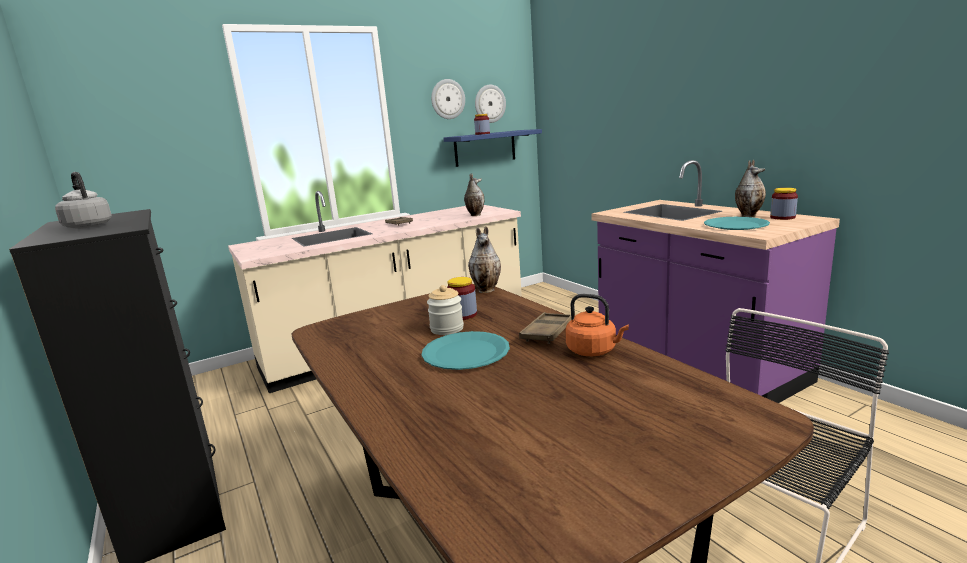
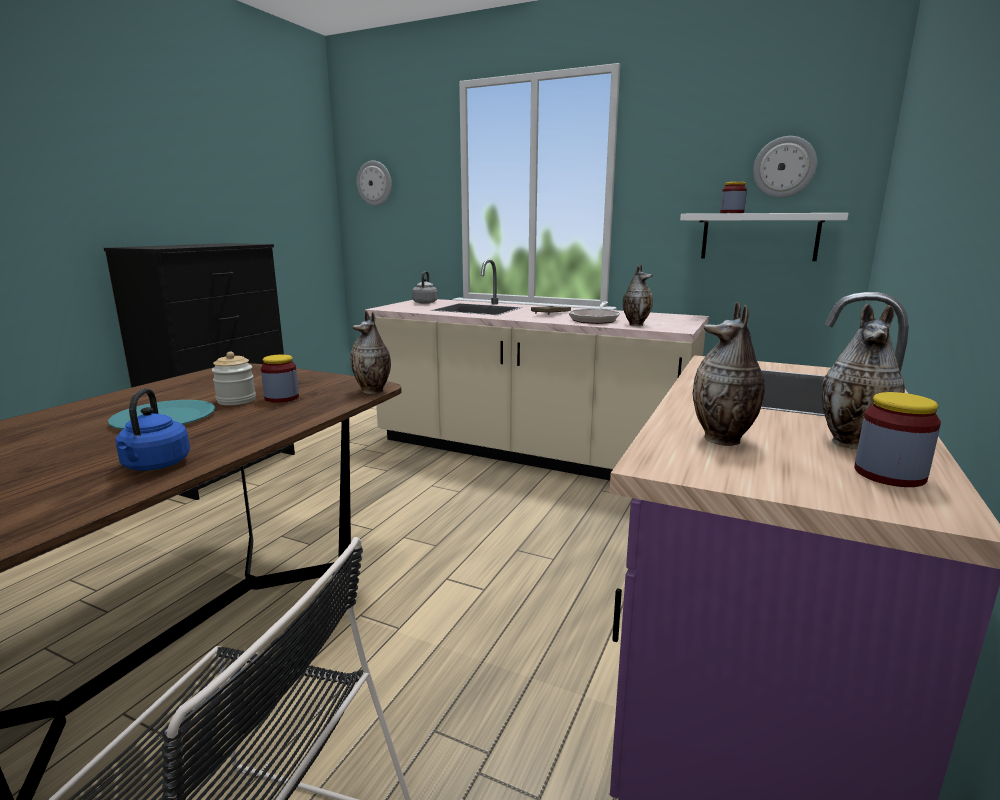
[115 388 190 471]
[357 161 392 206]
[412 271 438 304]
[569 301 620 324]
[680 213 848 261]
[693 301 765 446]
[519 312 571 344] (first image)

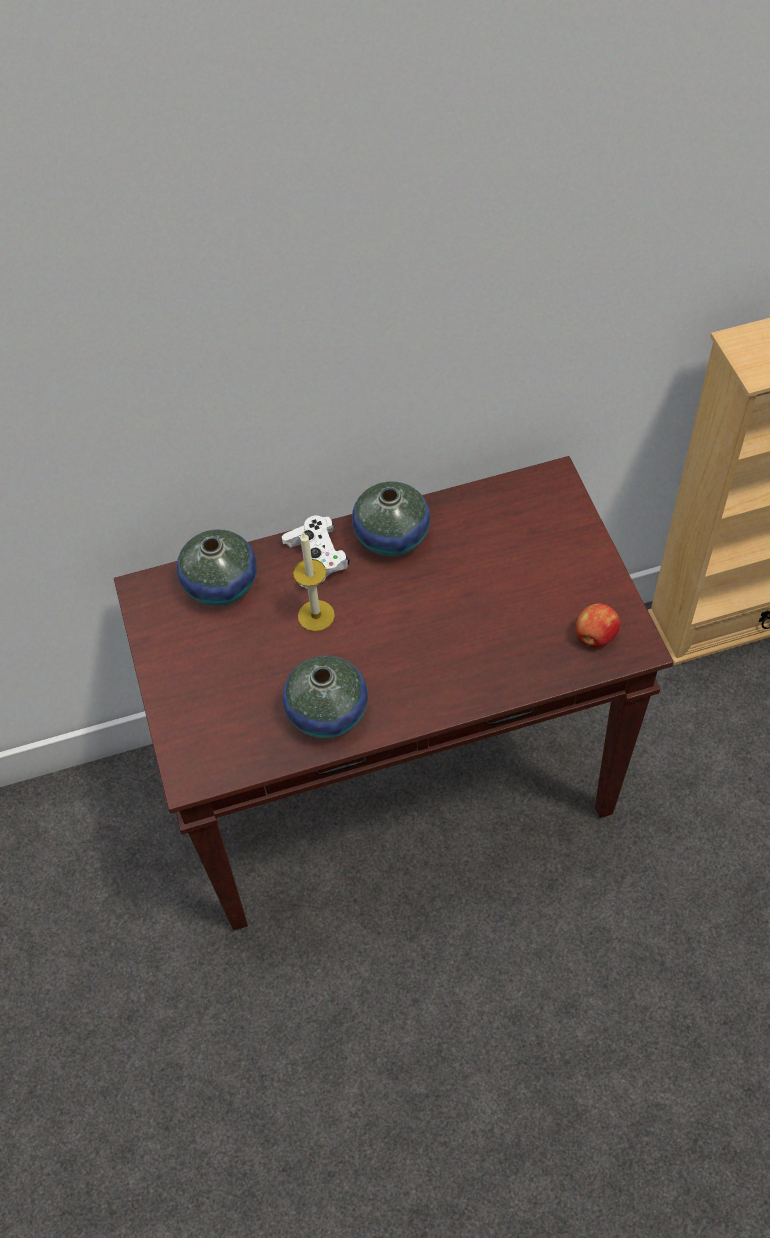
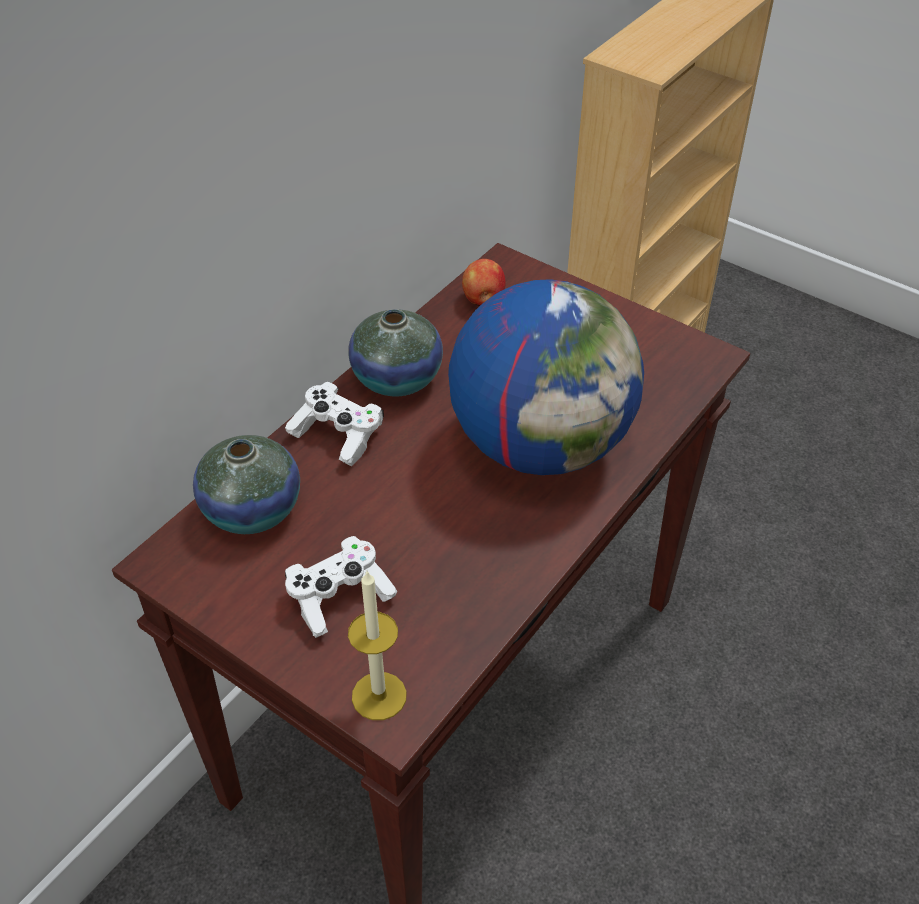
[285 536 397 638]
[348 570 407 720]
[448 279 644 475]
[462 259 506 306]
[282 655 368 738] (first image)

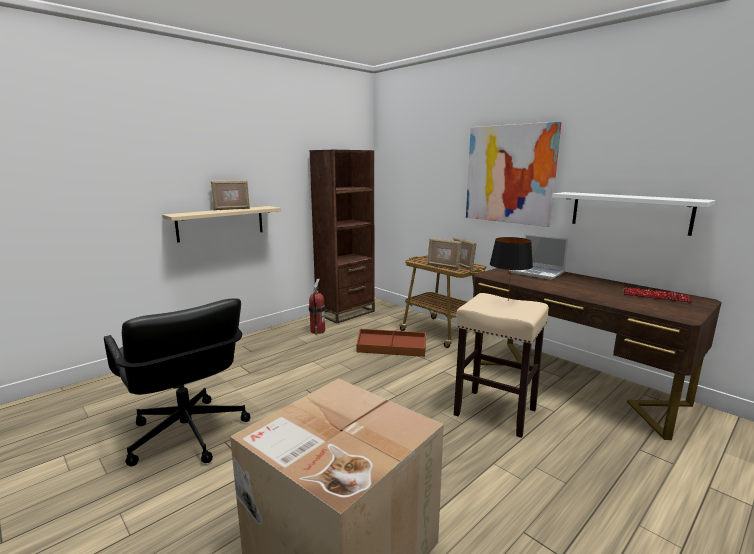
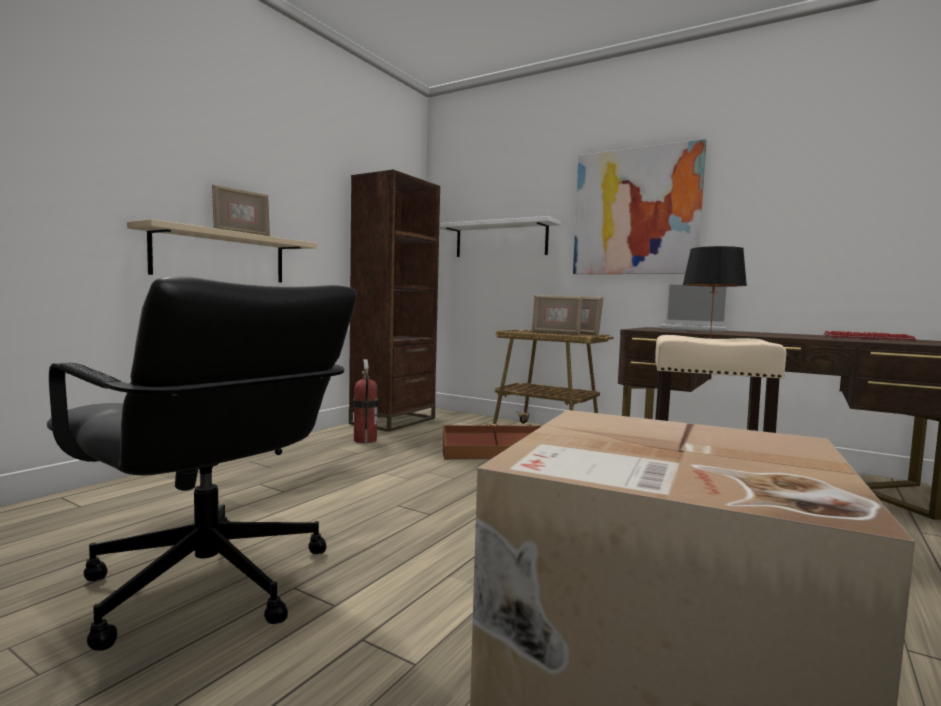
[439 216 561 257]

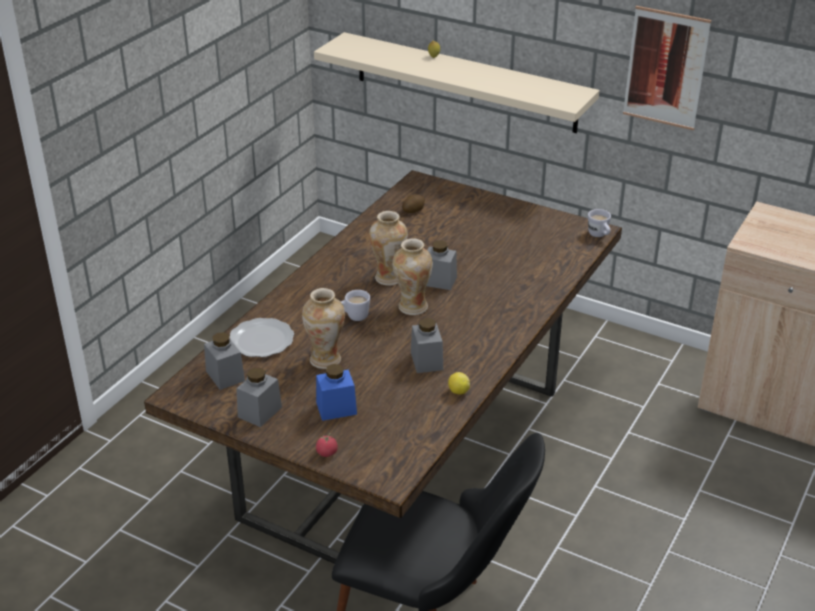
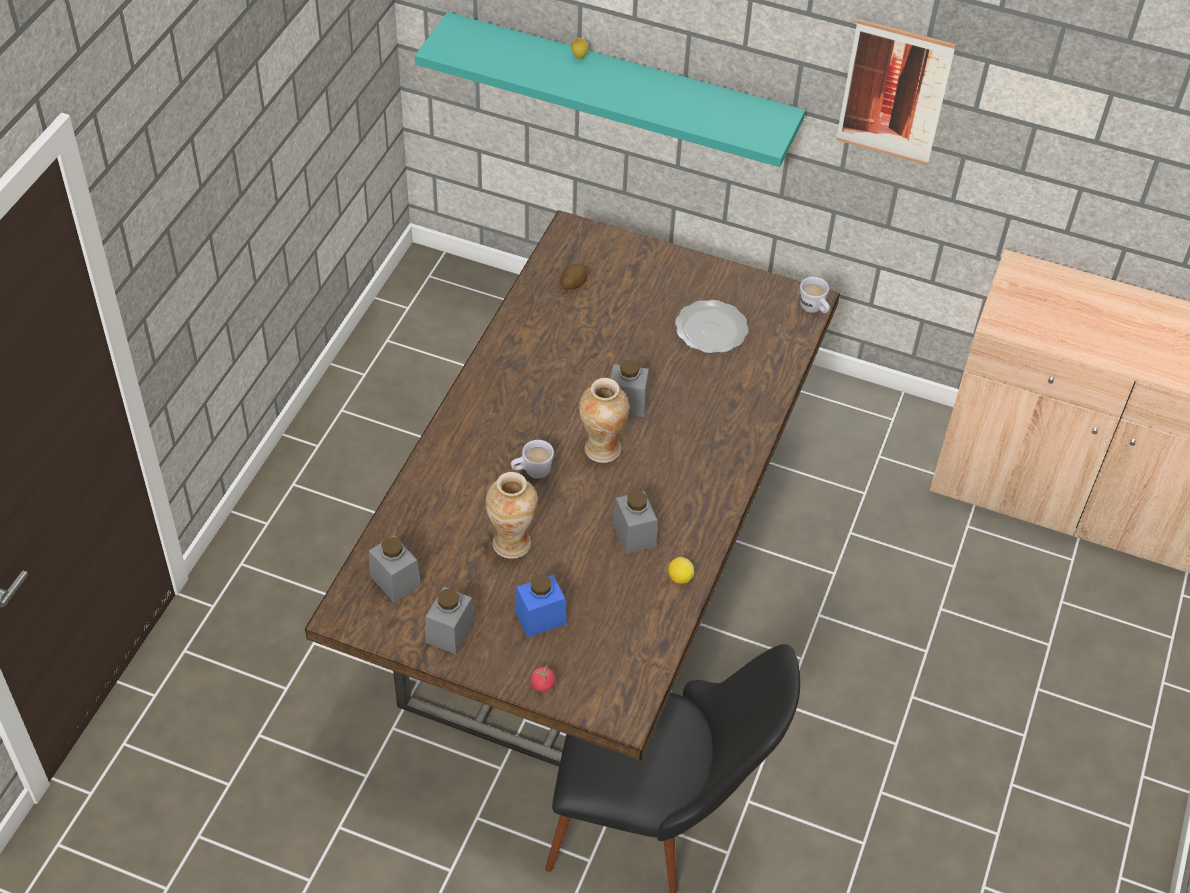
[415 12 805 167]
[675 300 749 353]
[369 211 408 286] (first image)

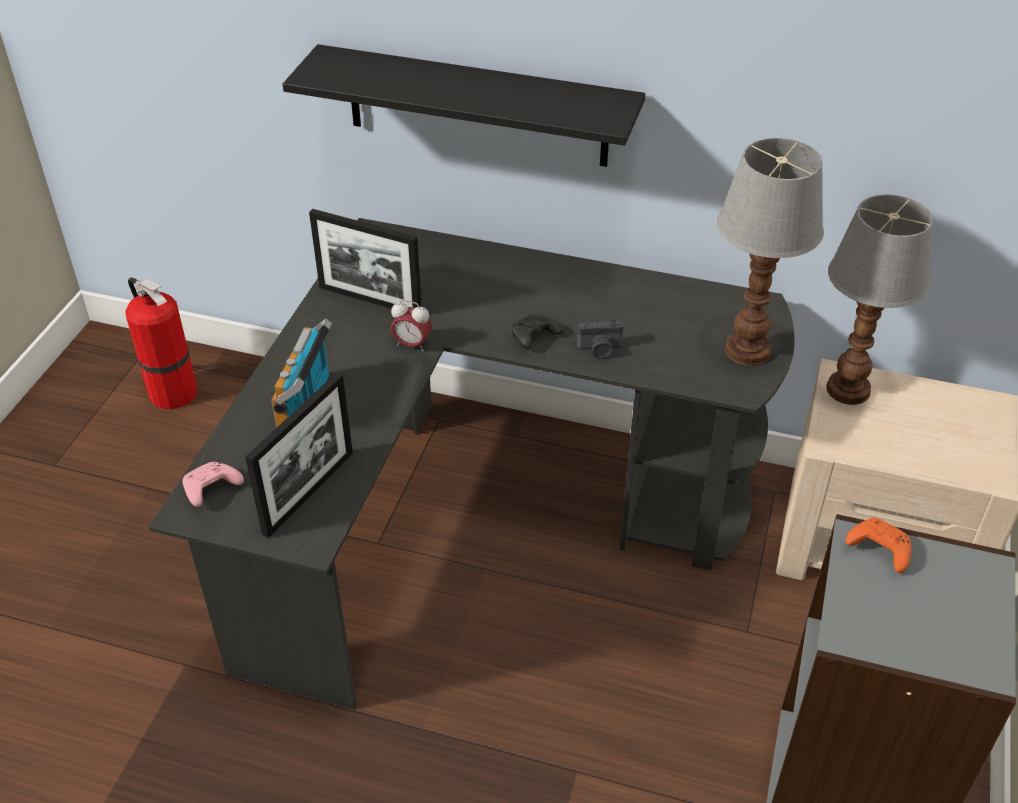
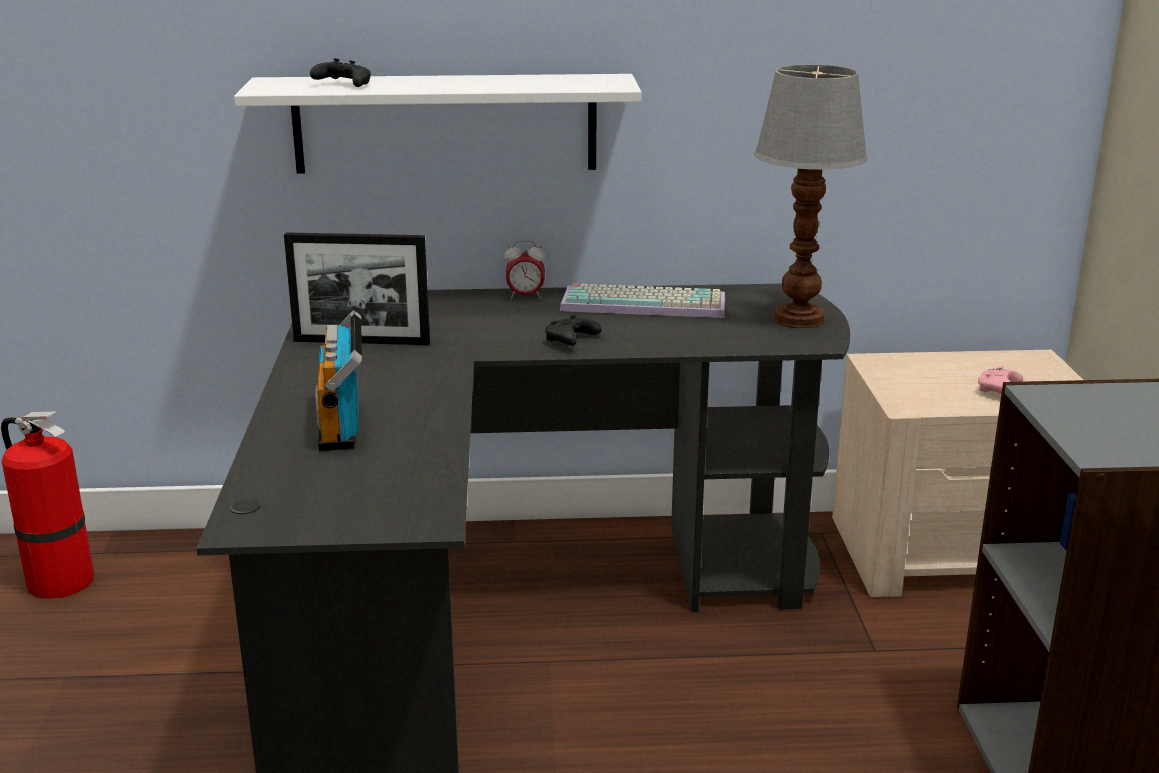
[234 74 642 174]
[310 58 371 87]
[504 240 546 299]
[560 283 725 318]
[978 366 1023 394]
[245 373 353 538] (first image)
[577 319 623 359] (first image)
[826 195 933 405] (first image)
[846 517 911 573] (first image)

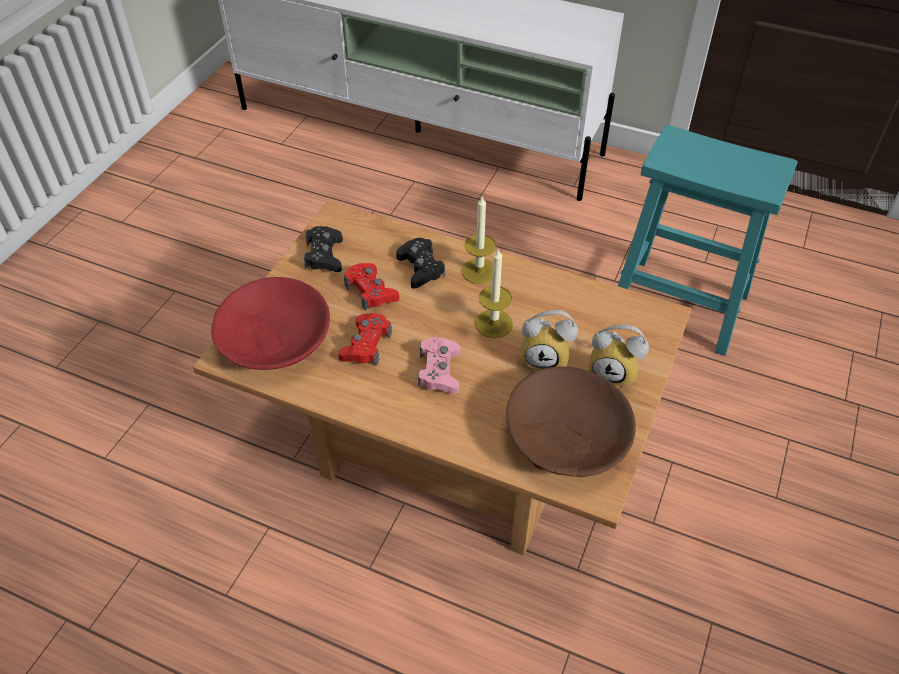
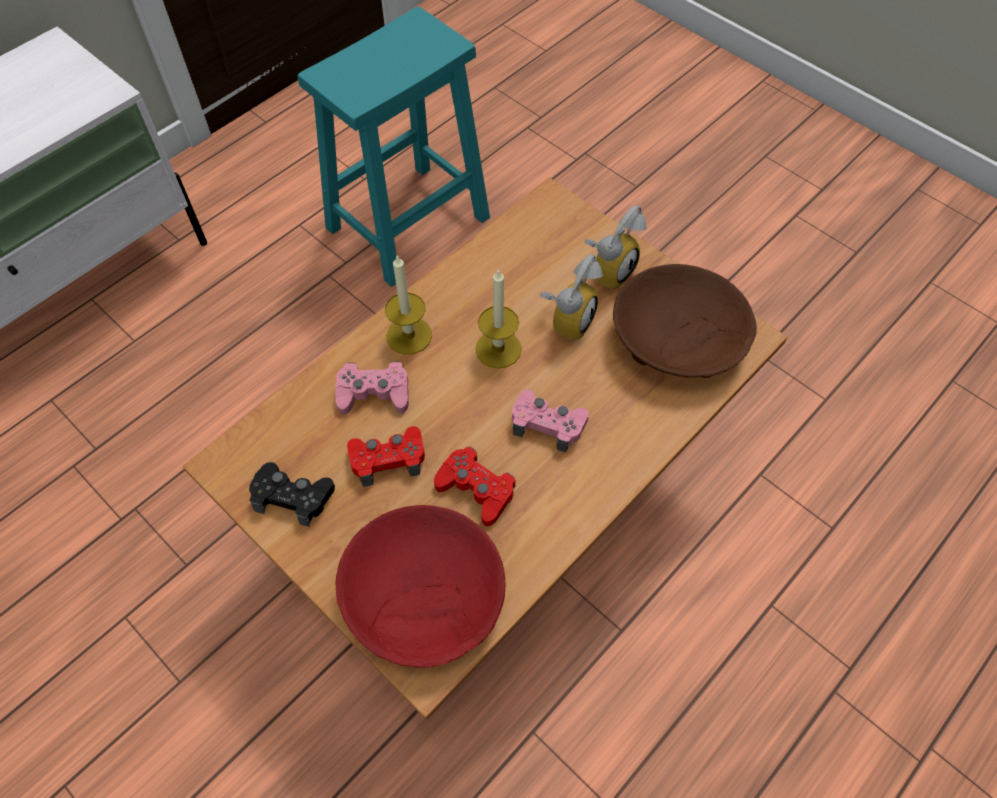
[335 362 409 415]

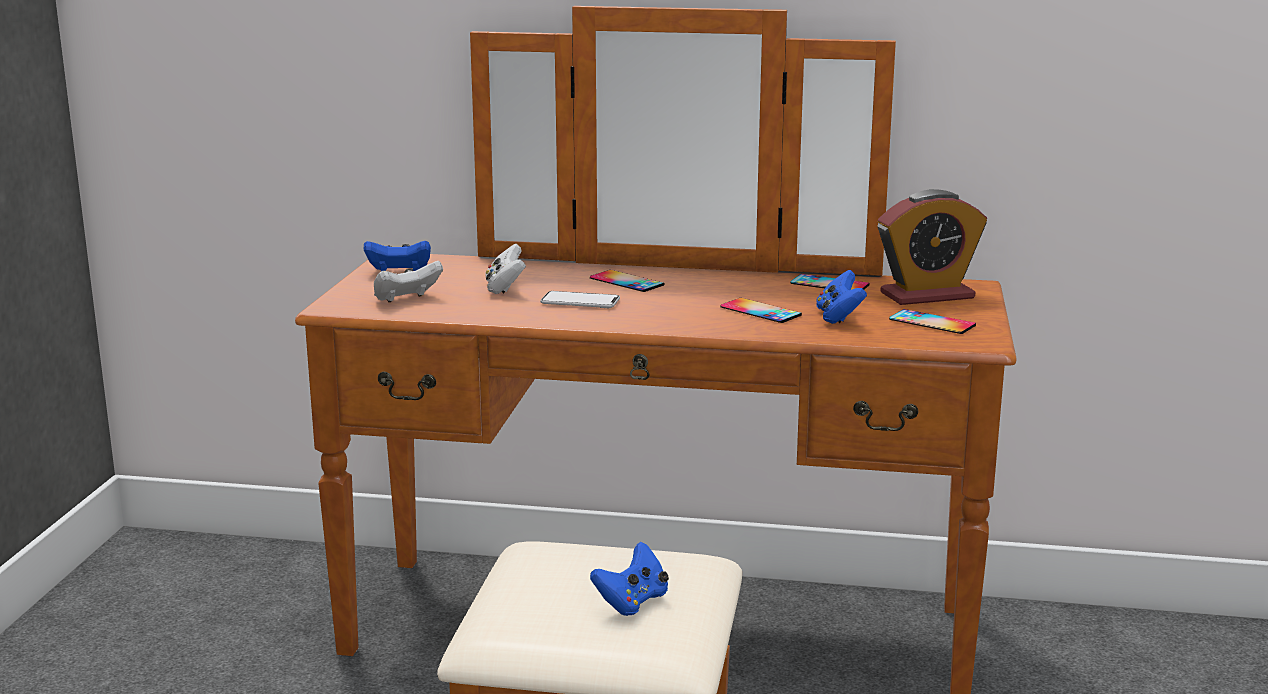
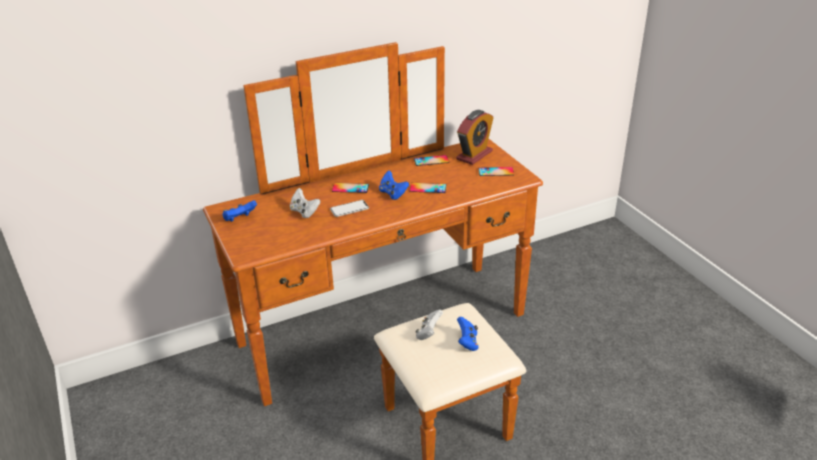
[379 170 409 200]
[415 310 443 340]

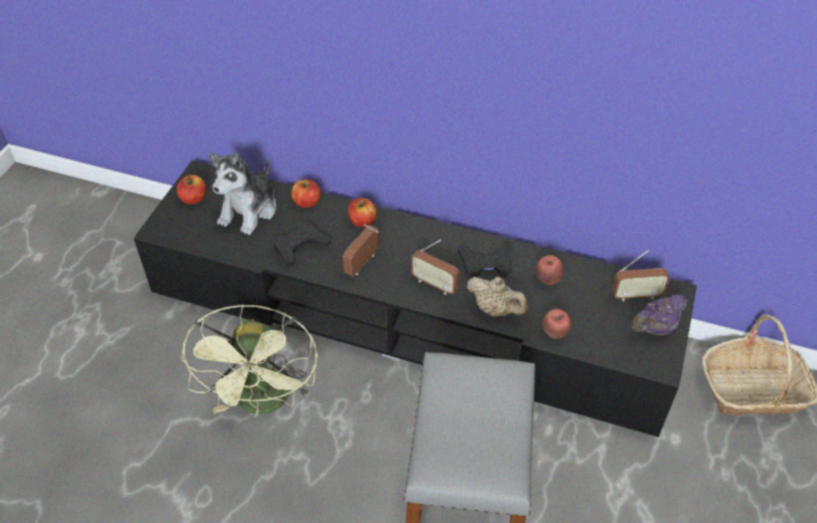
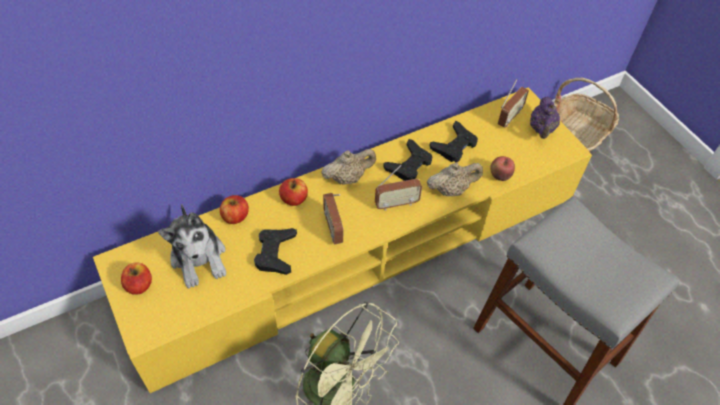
[93 87 592 393]
[321 149 376 185]
[429 121 478 163]

